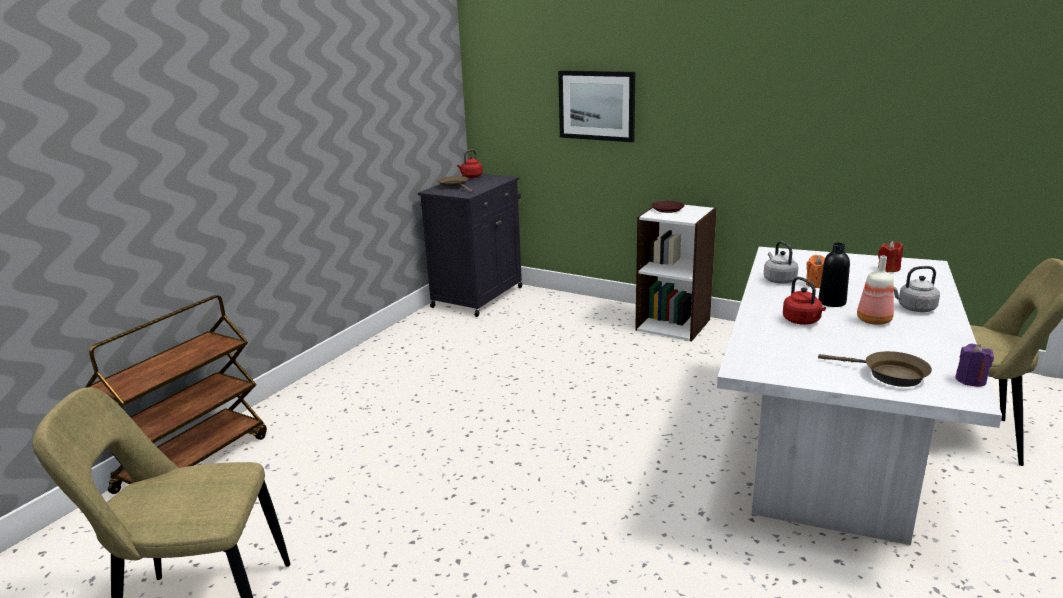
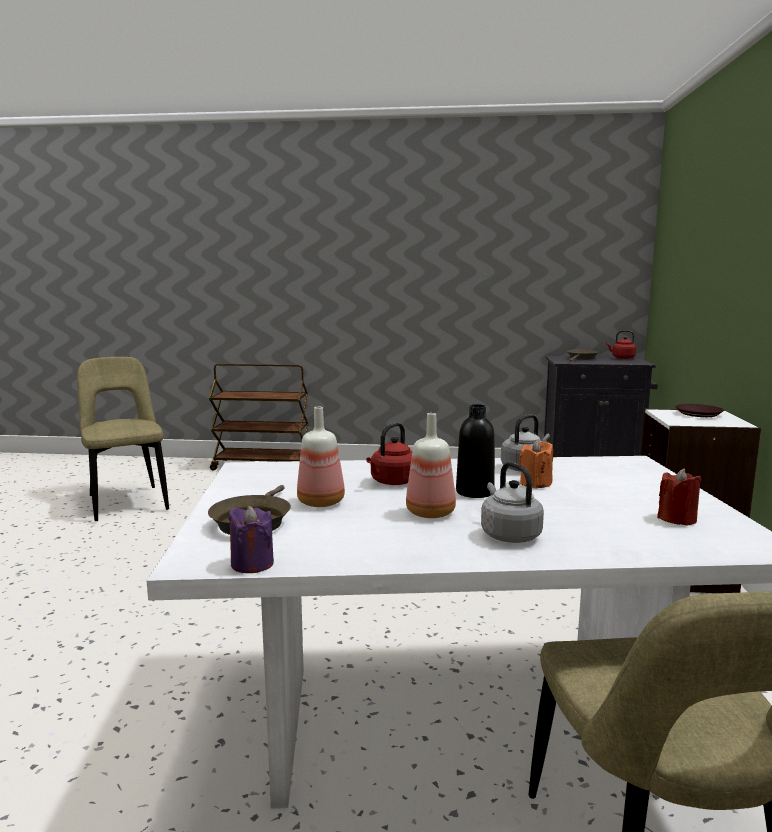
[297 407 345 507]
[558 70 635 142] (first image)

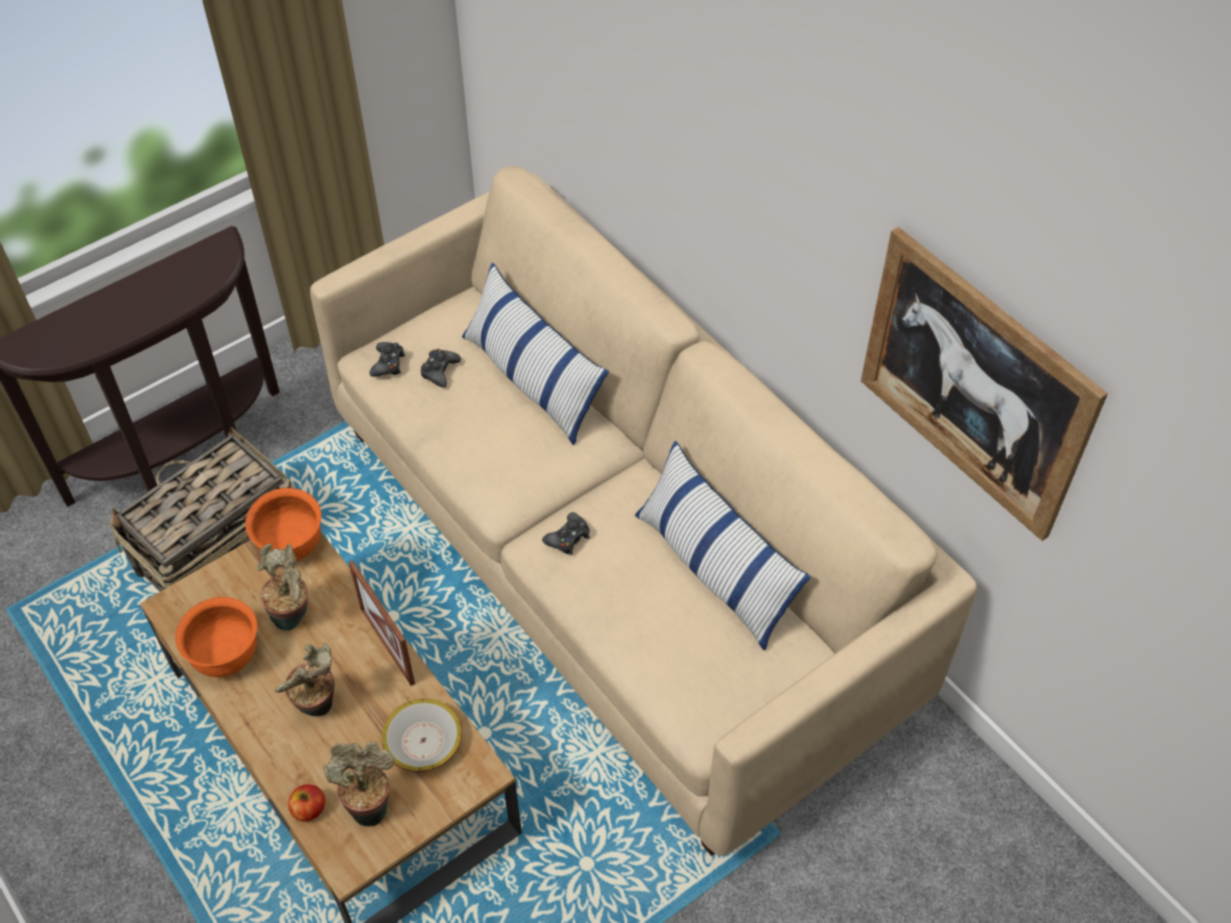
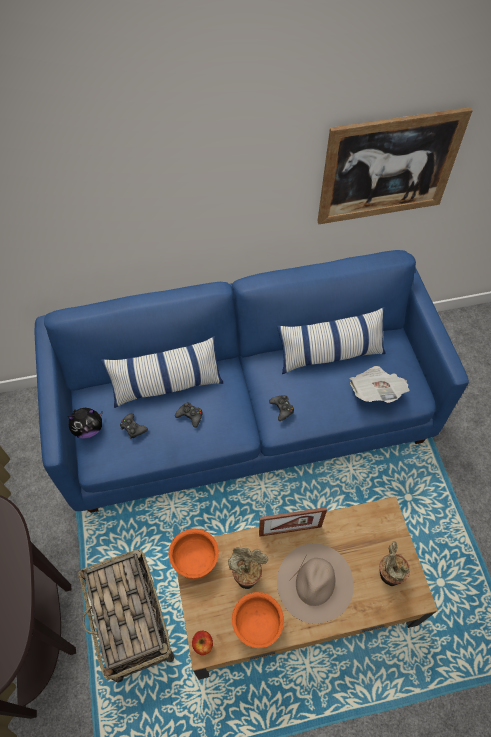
[35 250 469 513]
[68 408 102 439]
[175 402 203 428]
[192 631 213 655]
[277 543 354 624]
[349 366 409 403]
[382 698 462 772] (first image)

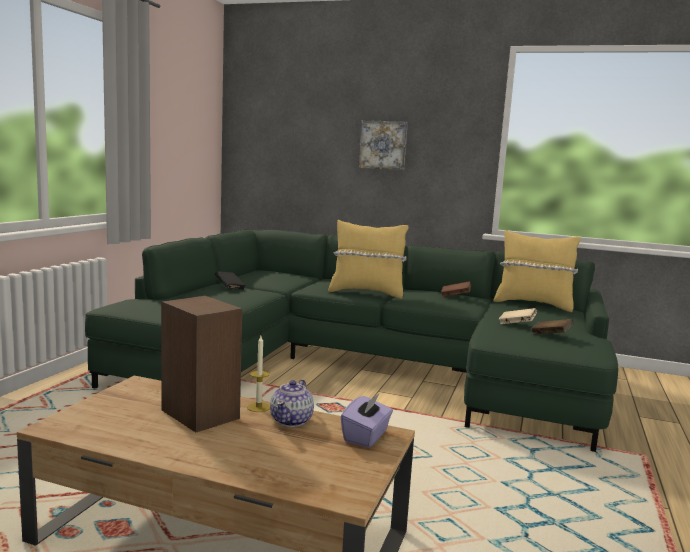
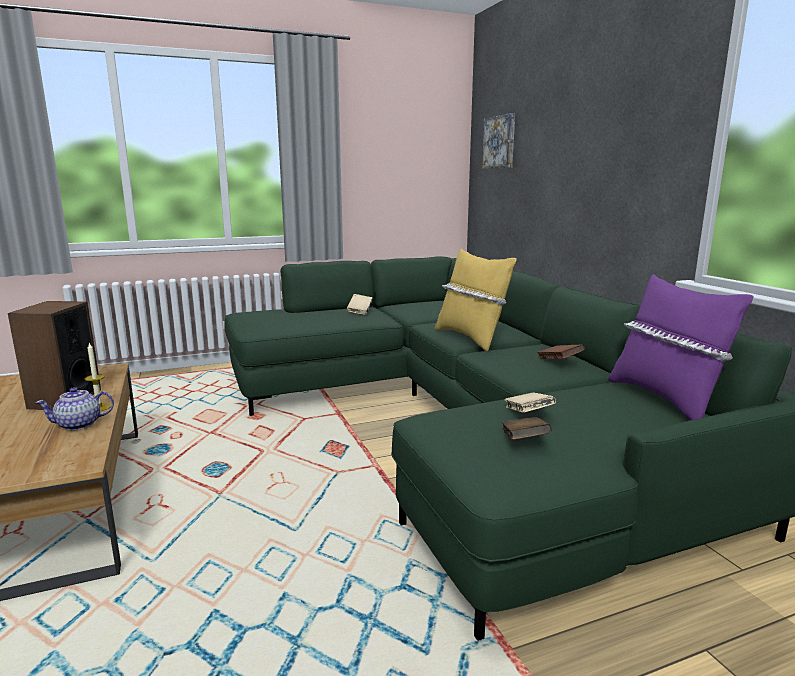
[346 294 373 315]
[482 113 515 169]
[608 274 754 420]
[341 393 393 448] (first image)

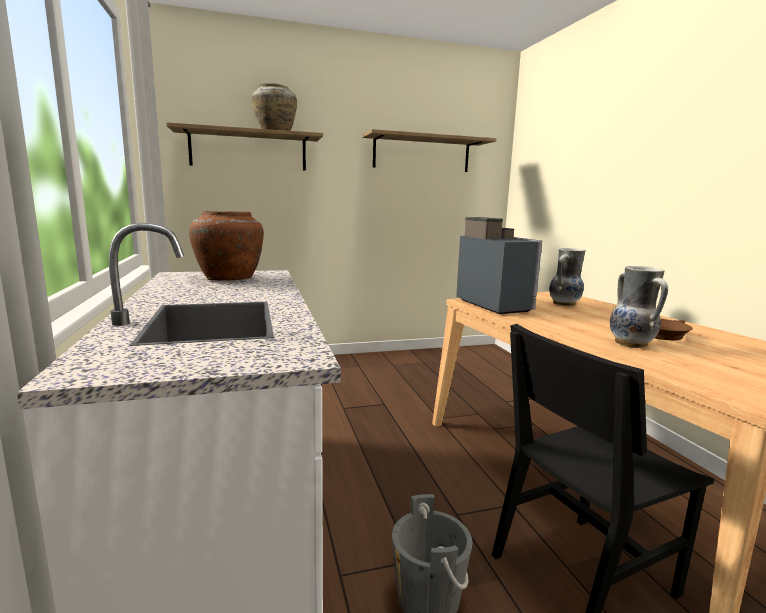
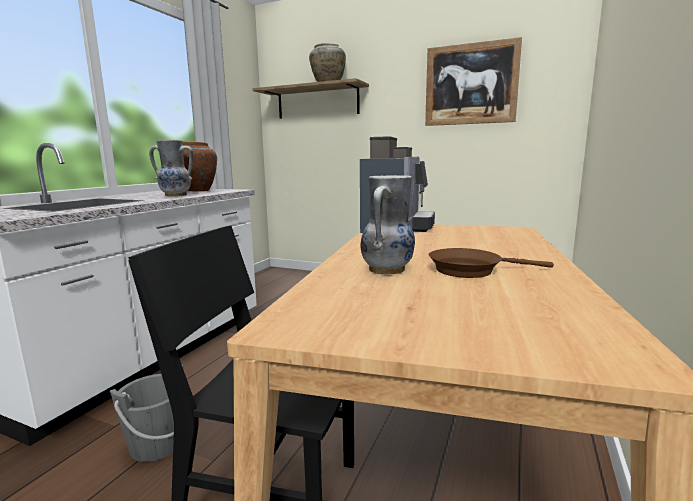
[149 140 193 197]
[425 37 522 126]

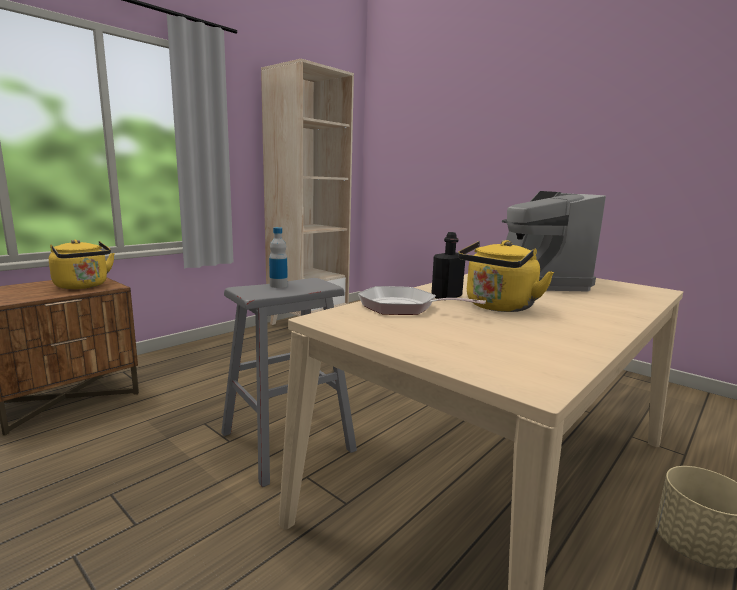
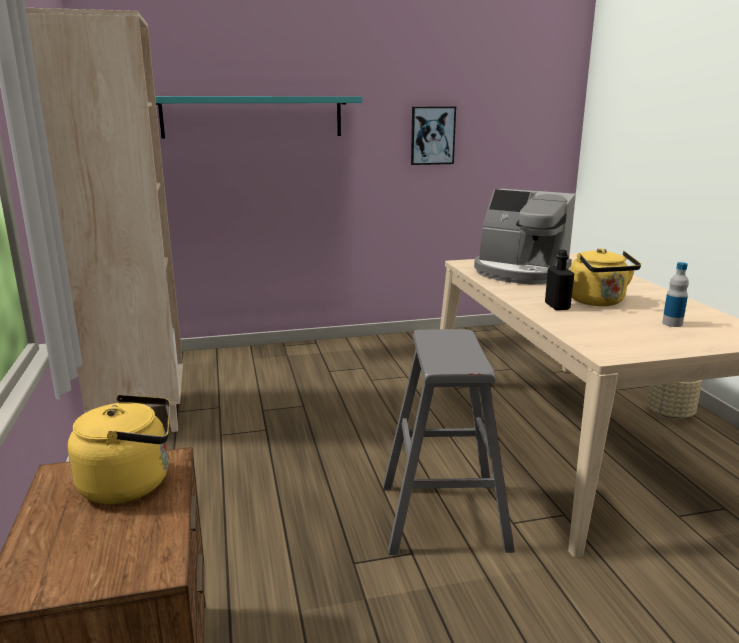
[155 96 362 138]
[411 106 456 165]
[662 262 689 327]
[358 286 486 315] (first image)

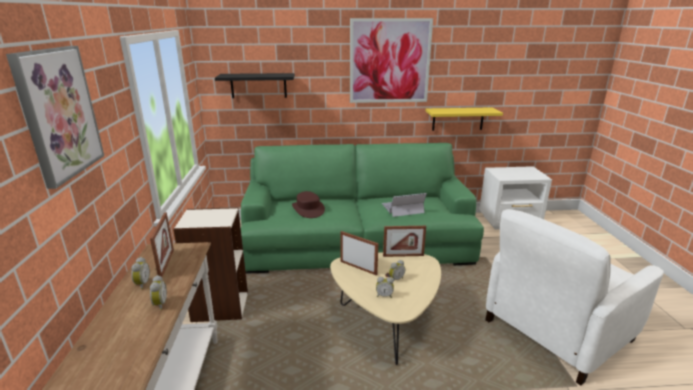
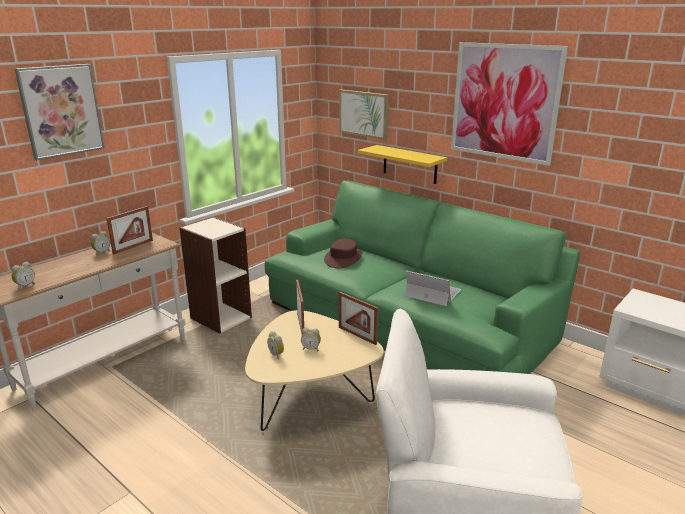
[11 262 35 290]
[339 89 389 140]
[358 145 447 184]

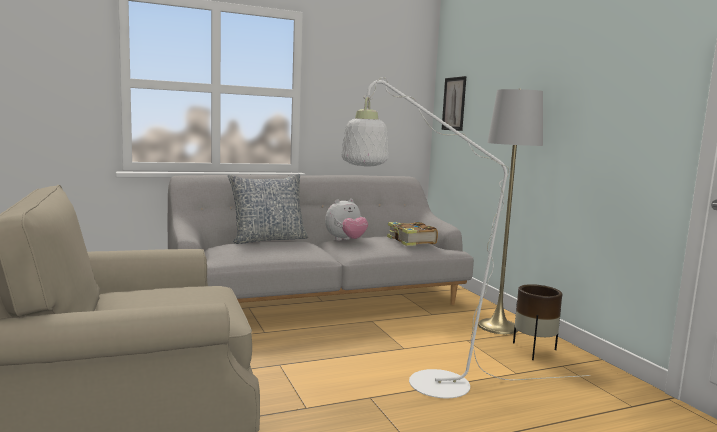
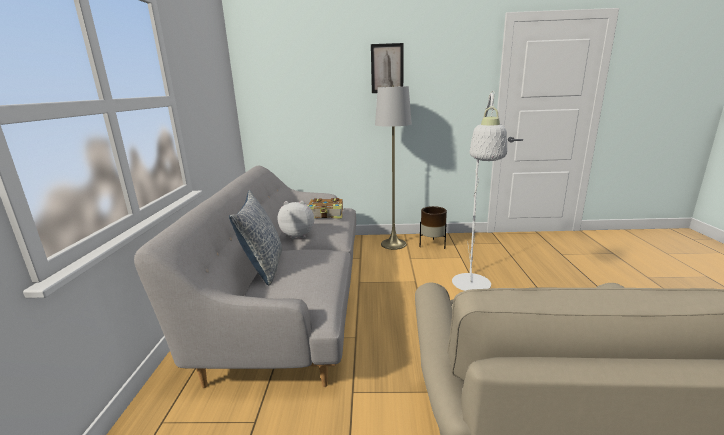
[278 201 314 239]
[371 43 404 93]

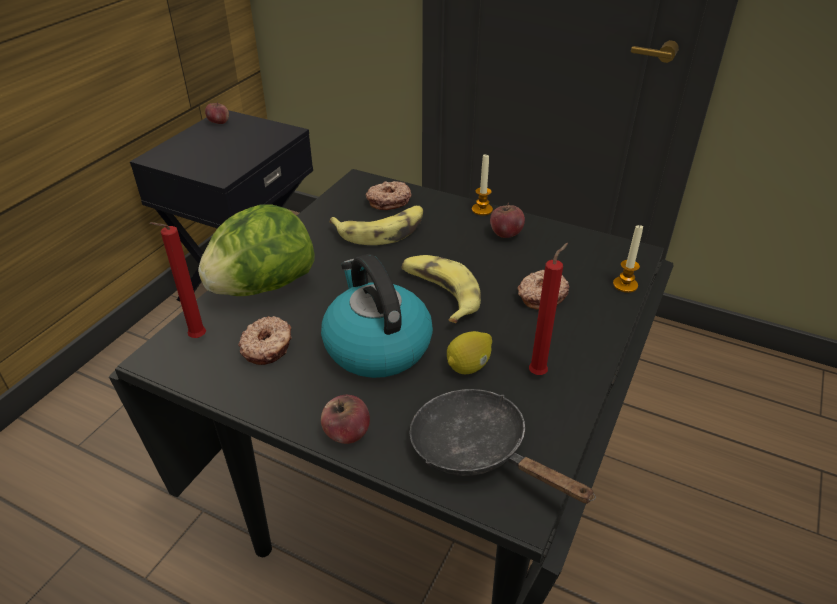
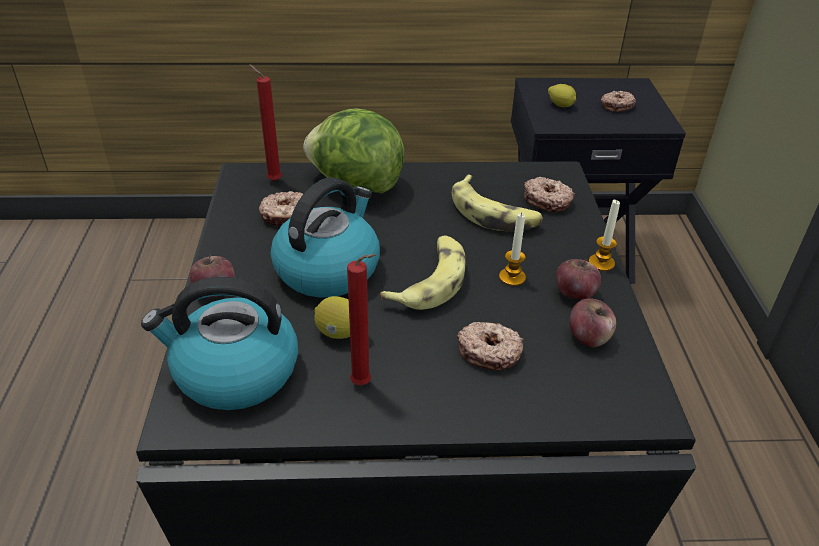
[141 277 298 410]
[499 213 526 286]
[548 84 576 107]
[569 299 616 347]
[601 91 636 112]

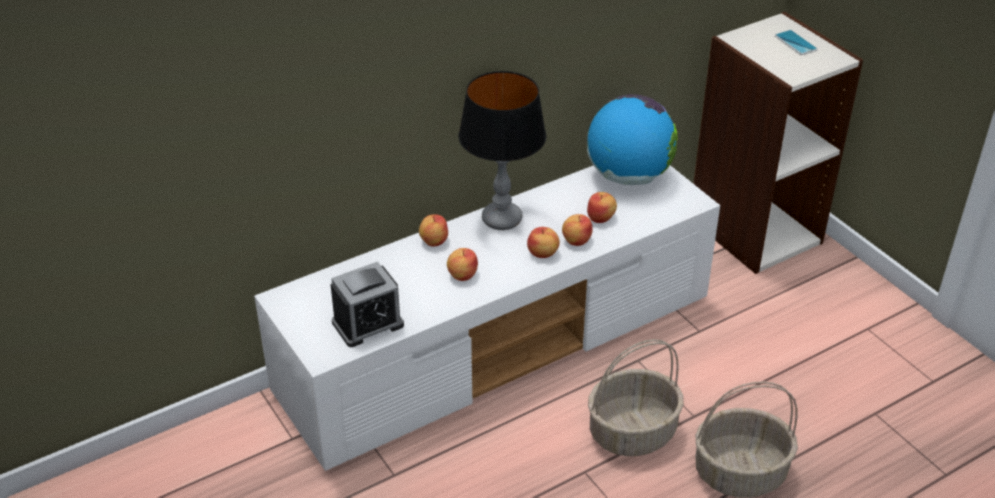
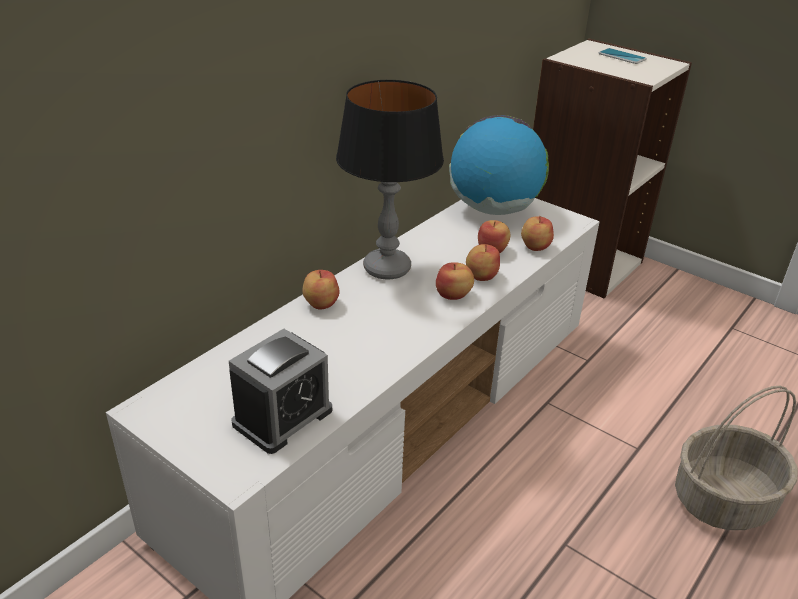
[521 216 554 251]
[588 339 684 456] (first image)

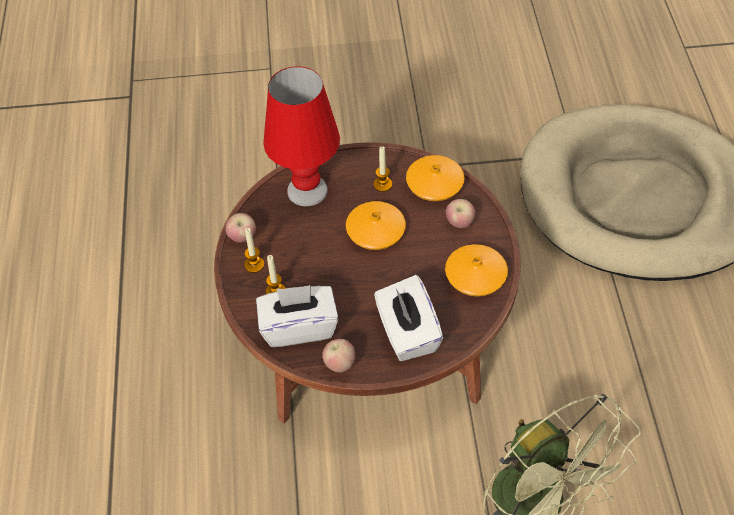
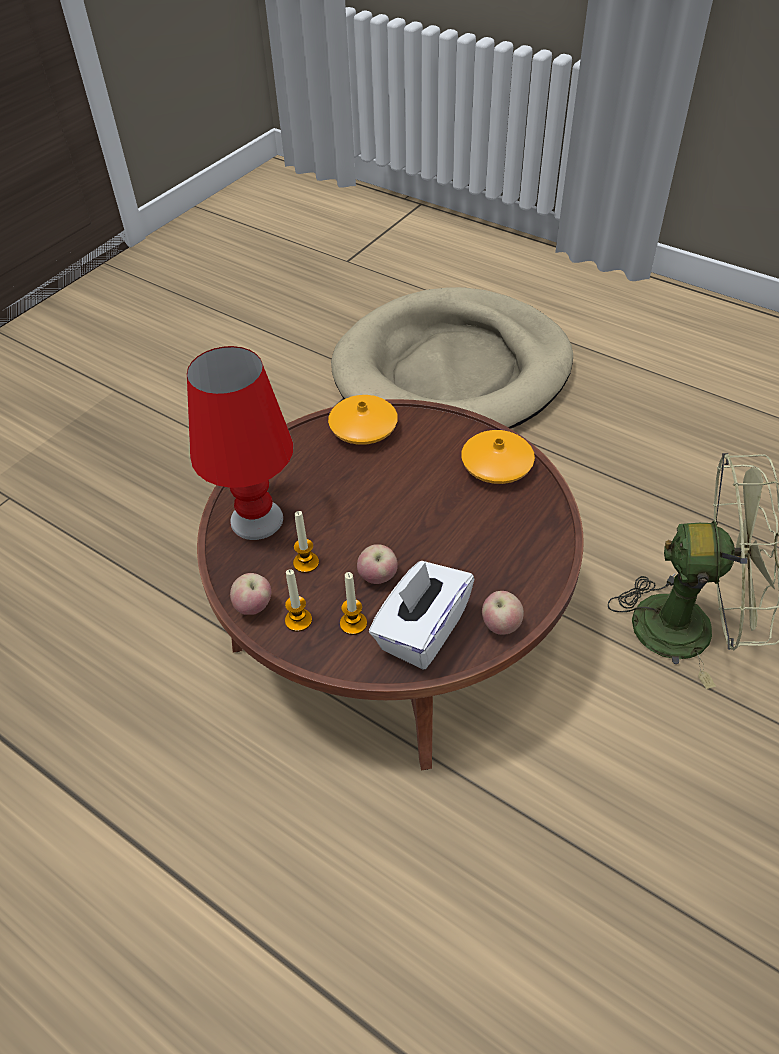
[293 511 319 573]
[357 544 398 584]
[346 201 406 250] (first image)
[374 275 443 361] (first image)

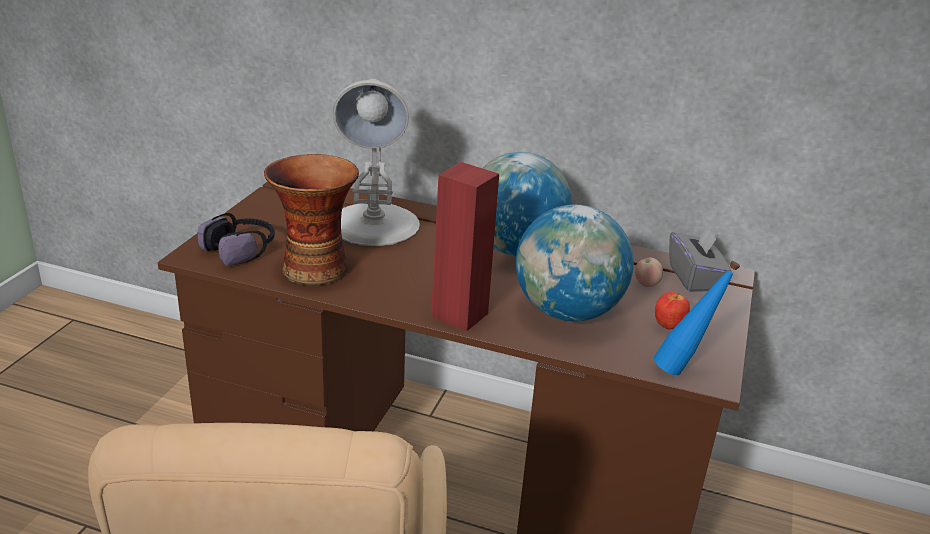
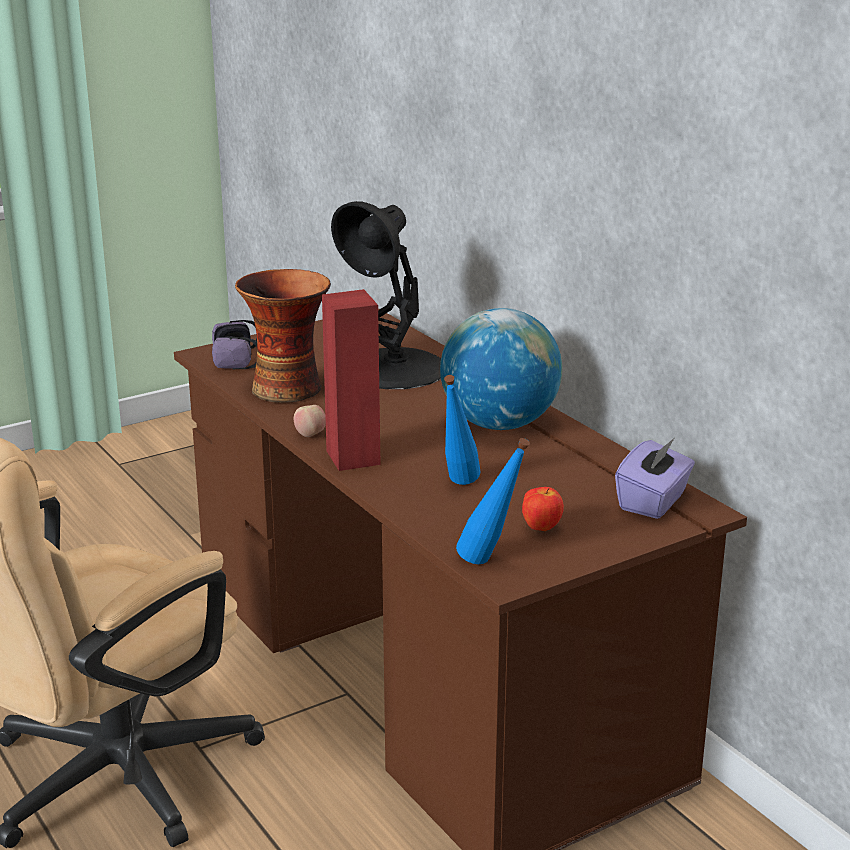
[294 405 326 437]
[331 201 441 389]
[444 375 481 485]
[615 438 695 519]

